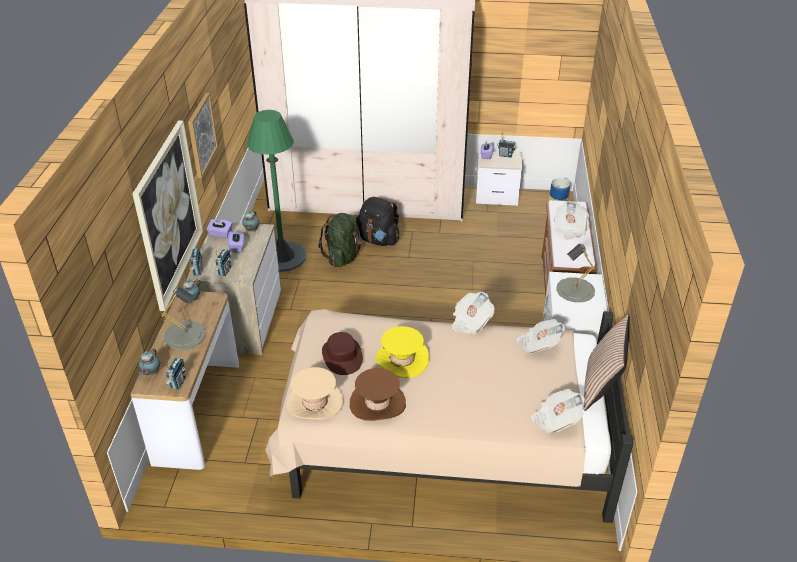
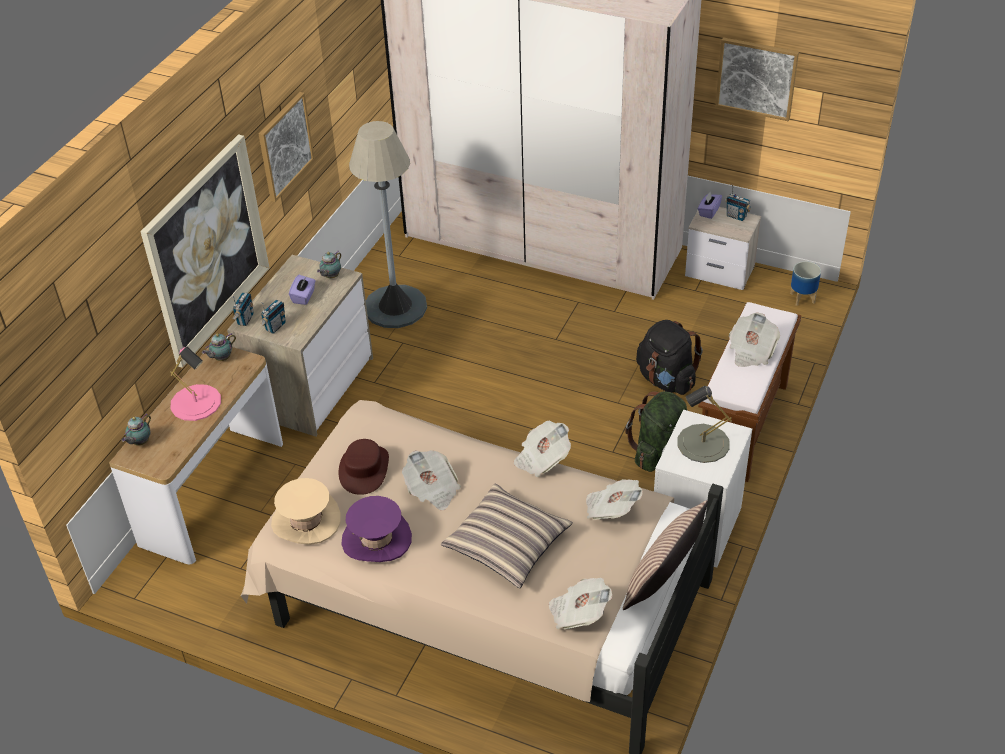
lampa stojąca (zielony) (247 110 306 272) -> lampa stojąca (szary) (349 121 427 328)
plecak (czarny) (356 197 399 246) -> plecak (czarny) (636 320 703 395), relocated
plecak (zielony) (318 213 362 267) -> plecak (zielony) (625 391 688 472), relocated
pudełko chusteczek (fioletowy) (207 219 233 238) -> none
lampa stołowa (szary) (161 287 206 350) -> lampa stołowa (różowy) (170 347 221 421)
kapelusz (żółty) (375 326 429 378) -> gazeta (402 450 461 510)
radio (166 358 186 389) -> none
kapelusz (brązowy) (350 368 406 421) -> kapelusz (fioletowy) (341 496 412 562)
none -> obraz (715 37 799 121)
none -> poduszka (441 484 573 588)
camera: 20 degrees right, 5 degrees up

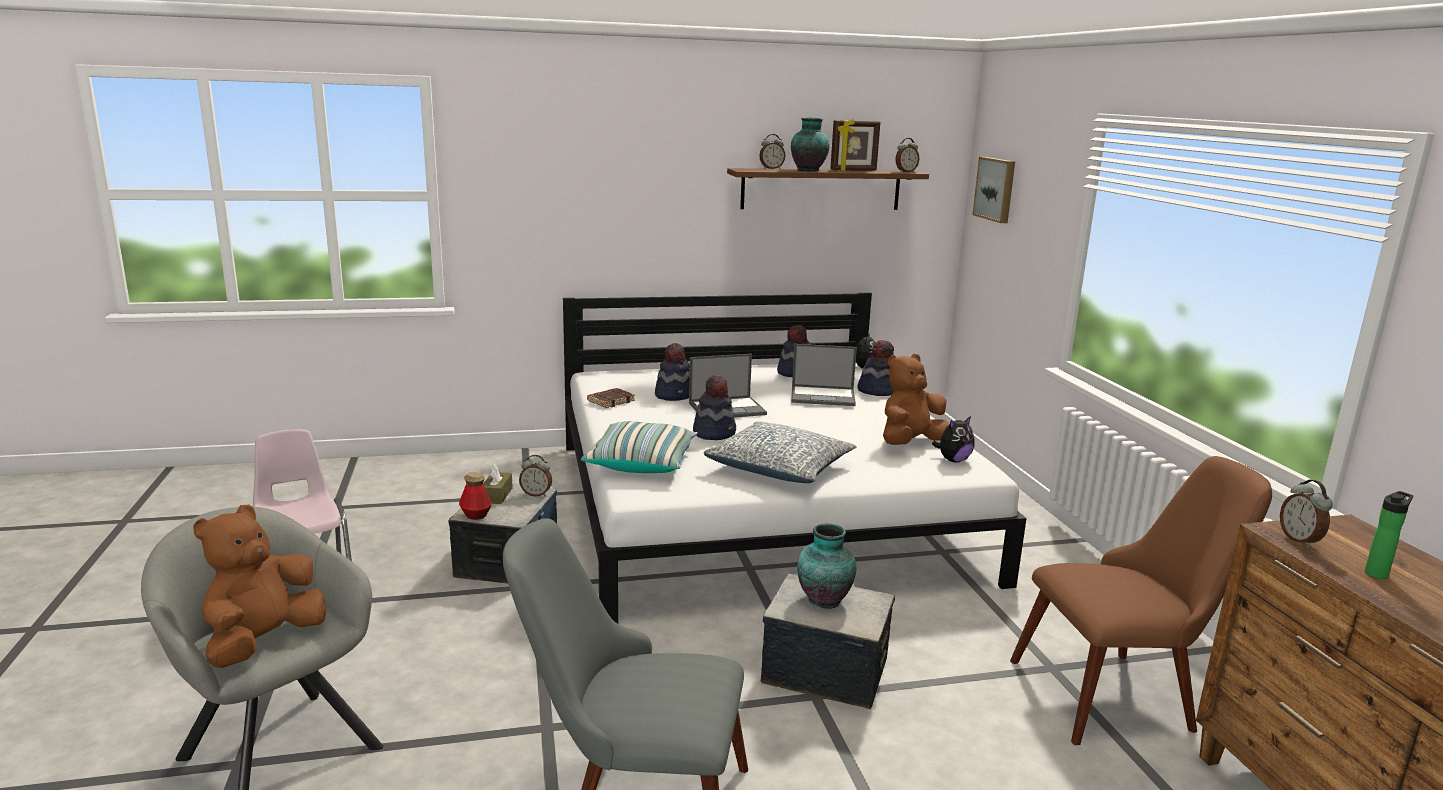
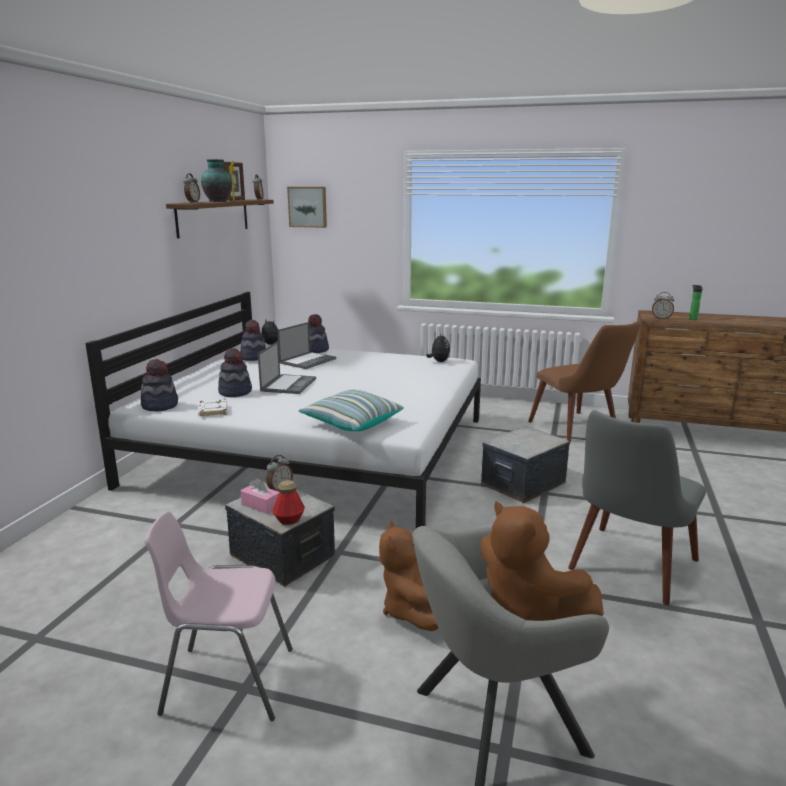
pluszak (brązowy) (883 354 949 445) -> pluszak (brązowy) (379 521 439 631), relocated
kapelusz (693 375 736 440) -> kapelusz (141 359 178 412), relocated
książka (brązowy) (587 388 635 408) -> książka (biały) (198 399 228 417)
poduszka (704 422 857 483) -> none
krzesło (brązowy) (1010 456 1272 745) -> krzesło (brązowy) (528 321 640 442), 135 degrees clockwise
pudełko chusteczek (brązowy) (483 465 513 504) -> pudełko chusteczek (różowy) (241 478 279 514)
wazon (797 523 856 609) -> none
camera: 60 degrees left, 0 degrees up

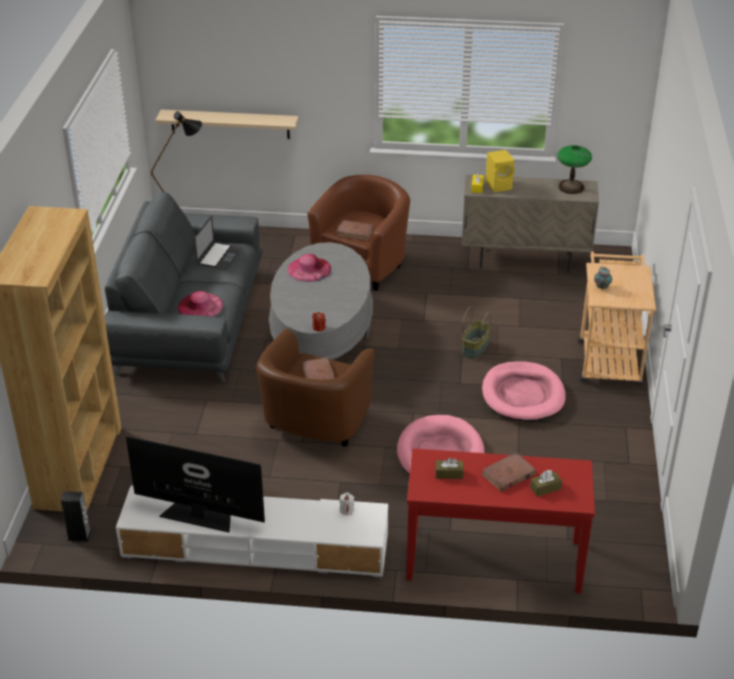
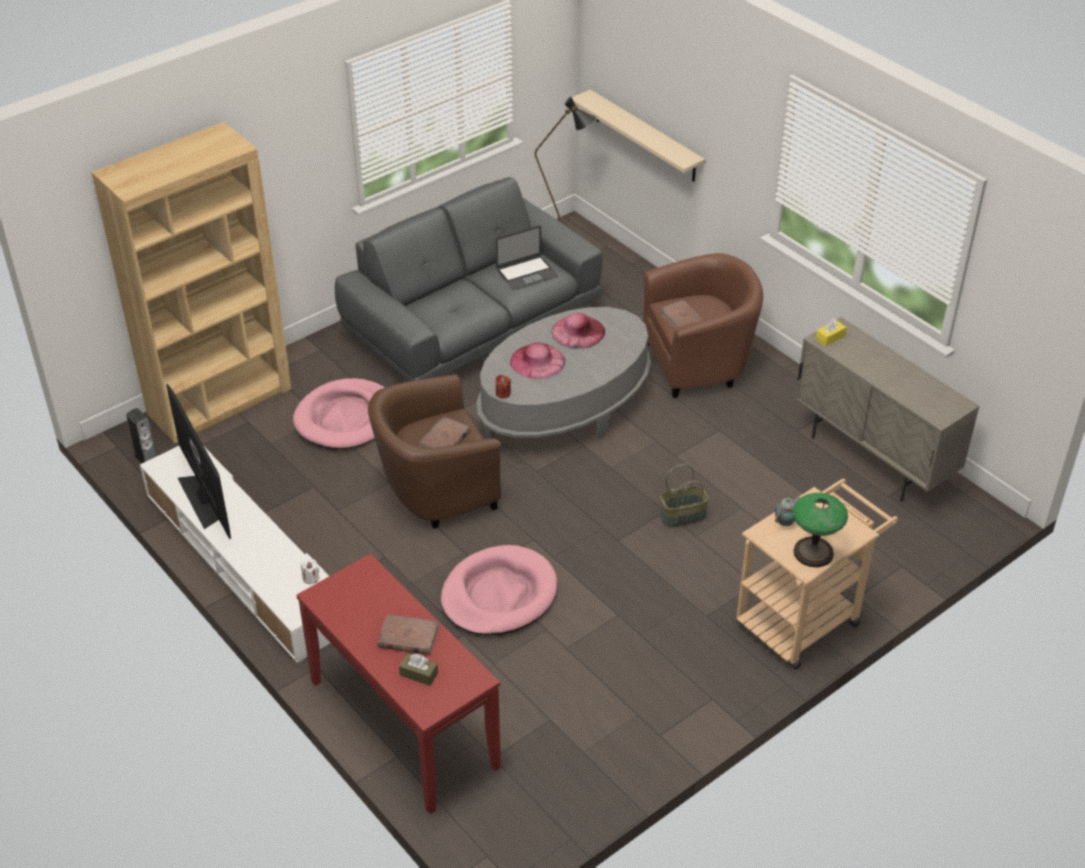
lampa stołowa (557 145 592 194) -> lampa stołowa (793 493 848 568), relocated
głośnik (żółty) (485 150 515 192) -> none
kapelusz (różowy) (178 291 223 316) -> kapelusz (różowy) (510 342 565 379), relocated
legowisko (różowy) (482 361 565 421) -> legowisko (różowy) (293 378 385 449), relocated
pudełko chusteczek (brązowy) (435 457 464 479) -> none
camera: 45 degrees right, 5 degrees up

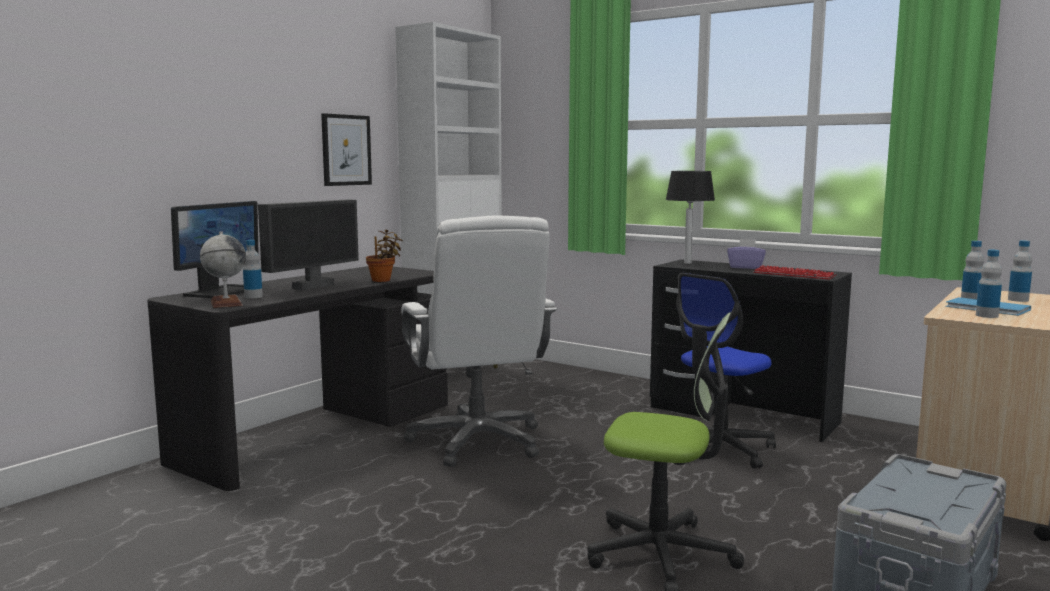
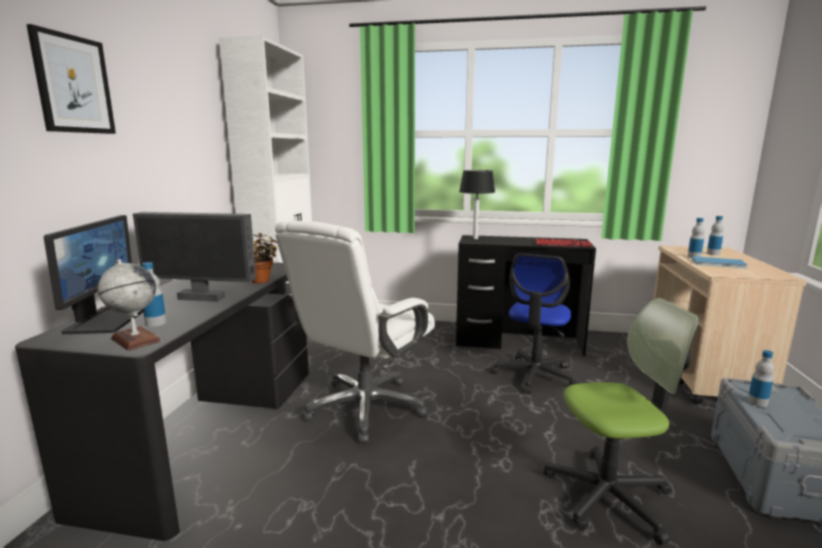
obraz (321 113 372 186) -> obraz (26 24 116 134), relocated
monitor (258 199 359 290) -> monitor (133 212 256 302), 90 degrees clockwise
krzesło biurowe (biały) (401 215 557 467) -> krzesło biurowe (biały) (275 221 435 443), 75 degrees clockwise
pudełko chusteczek (fioletowy) (727 239 766 269) -> none
butelka (976 250 1002 318) -> butelka (748 350 774 407), relocated
camera: 25 degrees left, 5 degrees up

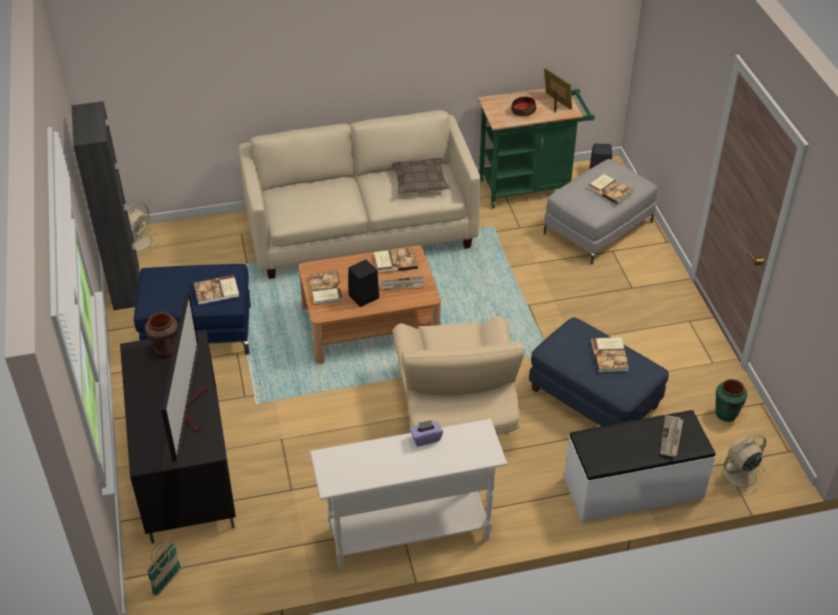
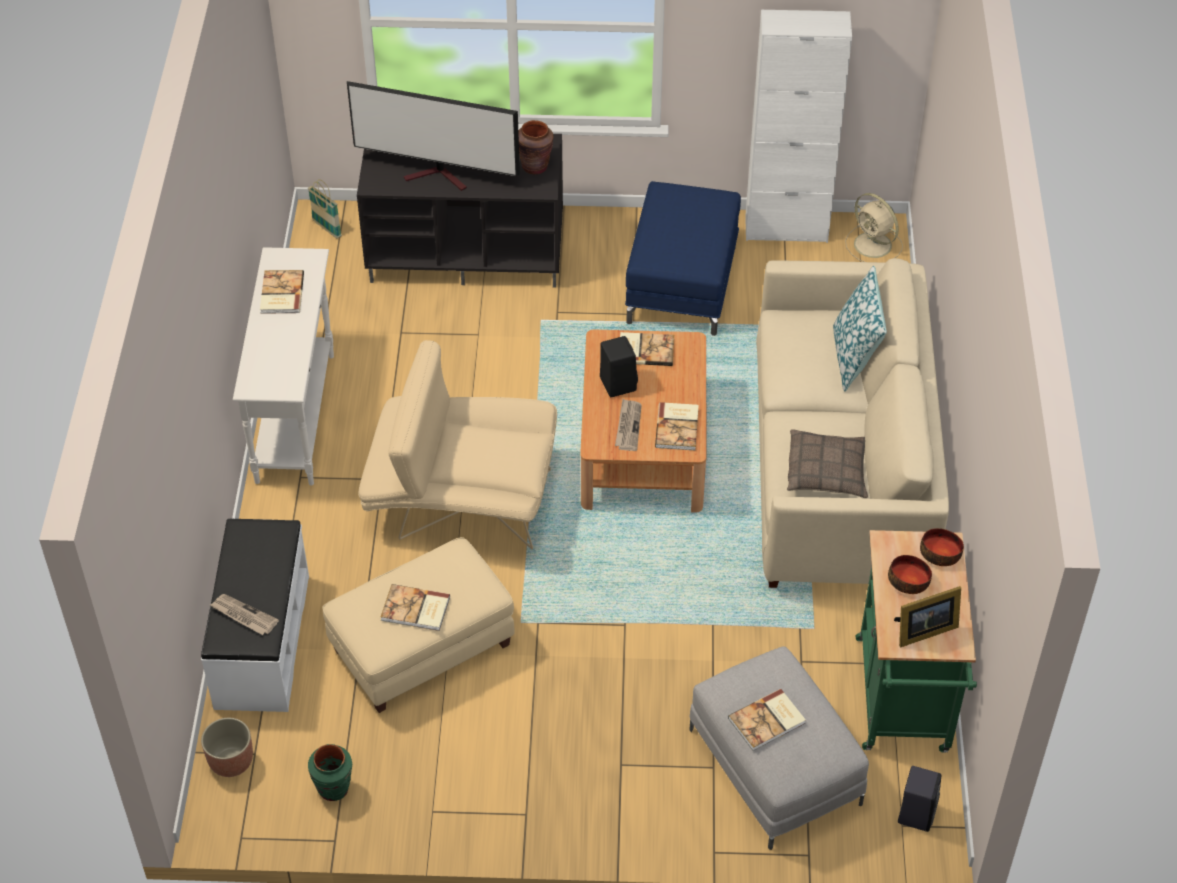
szafka (czarny) (72 101 140 310) -> szafka (biały) (745 10 852 243)
książka (194 275 239 305) -> książka (260 270 304 314), relocated
pufa (niebieski) (529 317 669 426) -> pufa (beżowy) (322 537 515 713)
pudełko chusteczek (fioletowy) (410 420 443 447) -> none
wentylator (beżowy) (713 434 766 496) -> donica (201 718 253 777)
none -> poduszka (833 266 887 392)
none -> miska (920 528 964 566)
camera: 105 degrees right, 5 degrees up

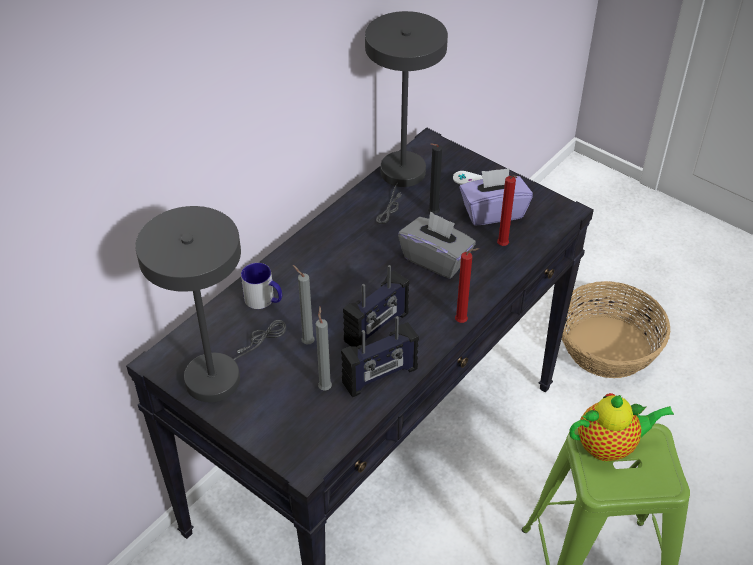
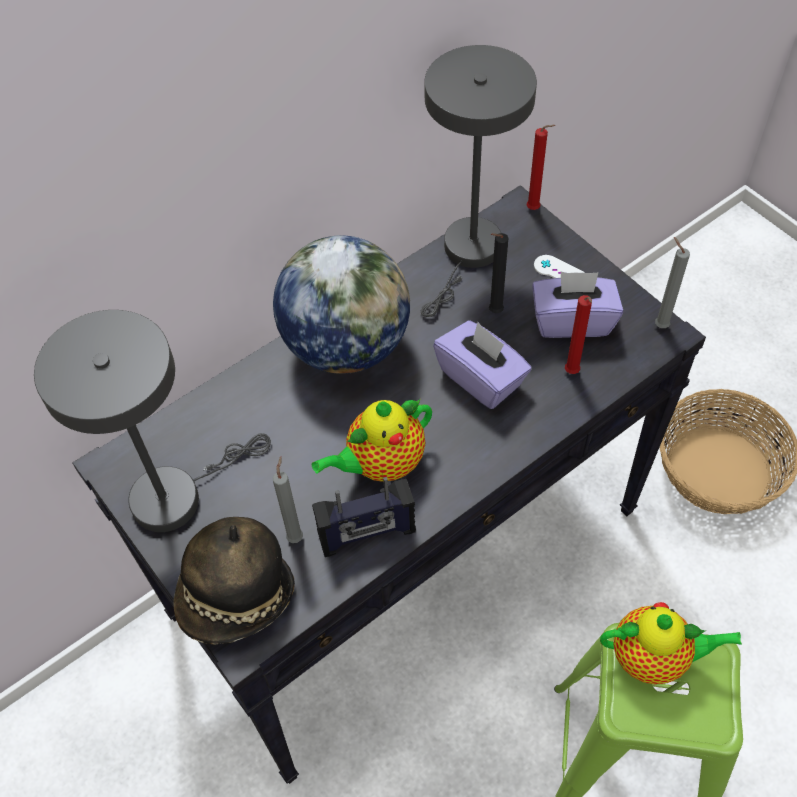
pudełko chusteczek (szary) (398 211 476 279) -> pudełko chusteczek (fioletowy) (433 320 532 409)
świeca (czerwony) (455 248 479 323) -> świeca (czerwony) (527 125 555 210), relocated
kubek (241 263 282 309) -> none
świeca (szary) (293 265 315 345) -> świeca (szary) (655 237 690 328), relocated
radio (343 265 409 347) -> imbryk (312 399 432 482)
none -> globus (273 235 410 374)
none -> kapelusz (173 517 295 645)
camera: 15 degrees right, 10 degrees up

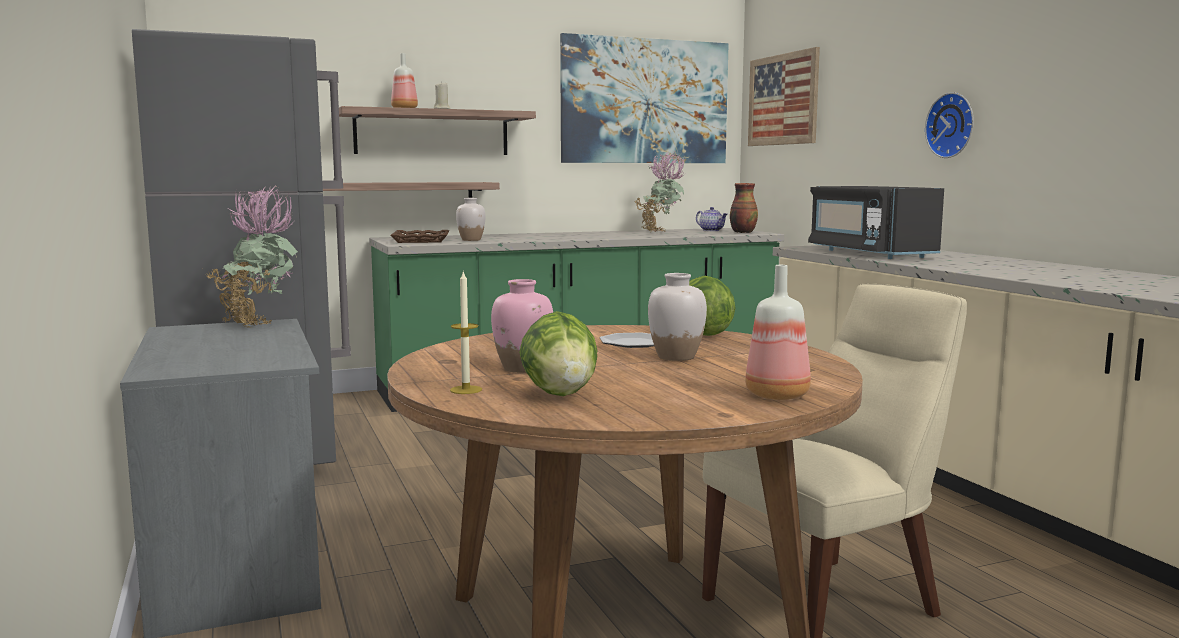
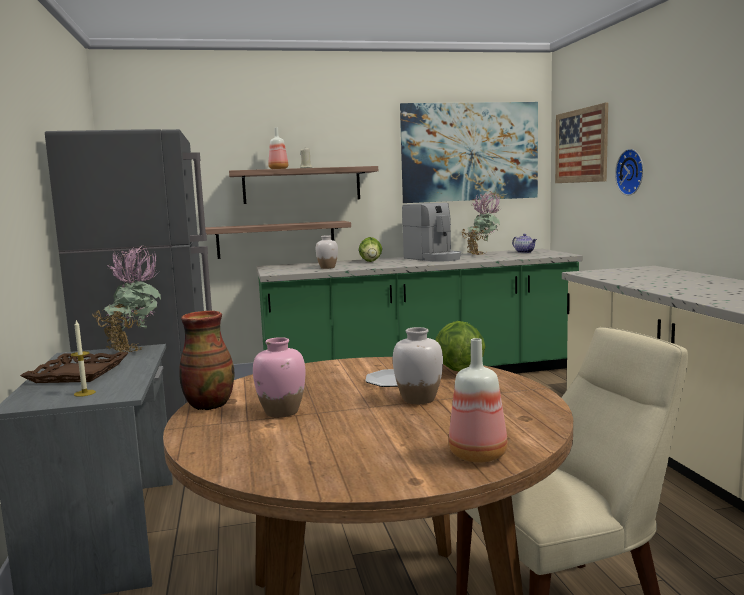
zegar ścienny (925 92 974 158) -> zegar ścienny (615 149 643 195), relocated
wazon (730 183 758 233) -> wazon (179 311 234 410), relocated
mikrofalówka (czarny) (808 186 944 259) -> none
taca (brązowy) (390 230 449 243) -> taca (brązowy) (20 352 128 383), relocated
świeca (450 270 482 394) -> świeca (71 320 96 397), relocated
sałata (519 311 597 396) -> sałata (359 237 382 262), relocated
none -> ekspres do kawy (402 203 461 262)
camera: 10 degrees right, 0 degrees up

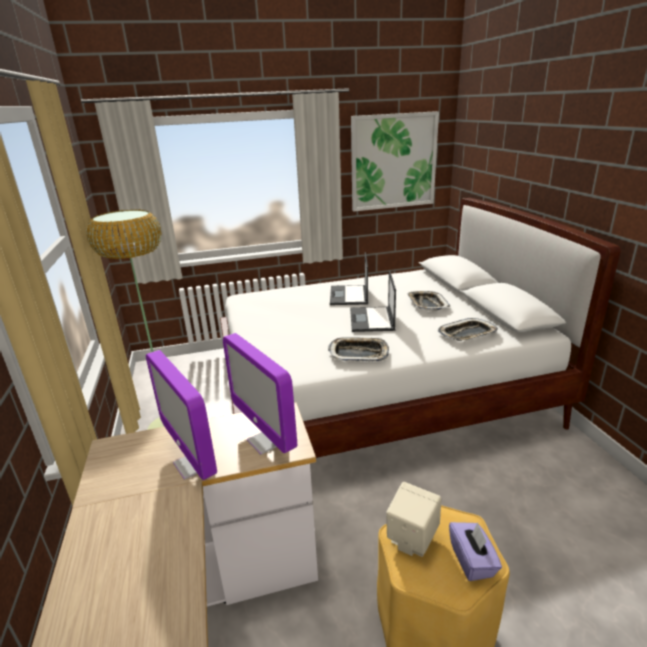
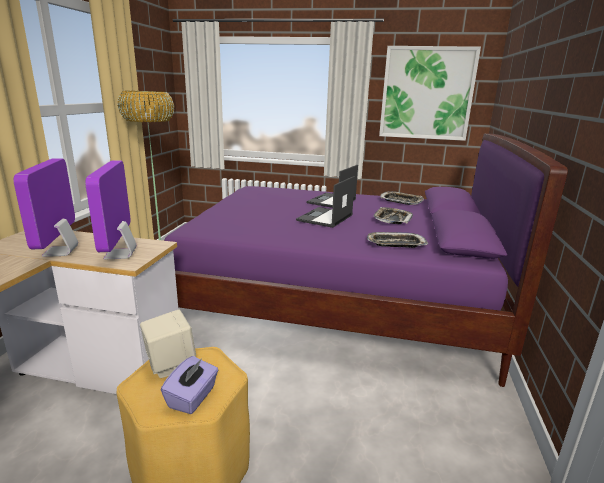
łóżko (biały) (220 198 621 458) -> łóżko (fioletowy) (164 133 568 387)
taca (328 337 389 361) -> taca (381 191 424 205), relocated
camera: 25 degrees right, 5 degrees down

